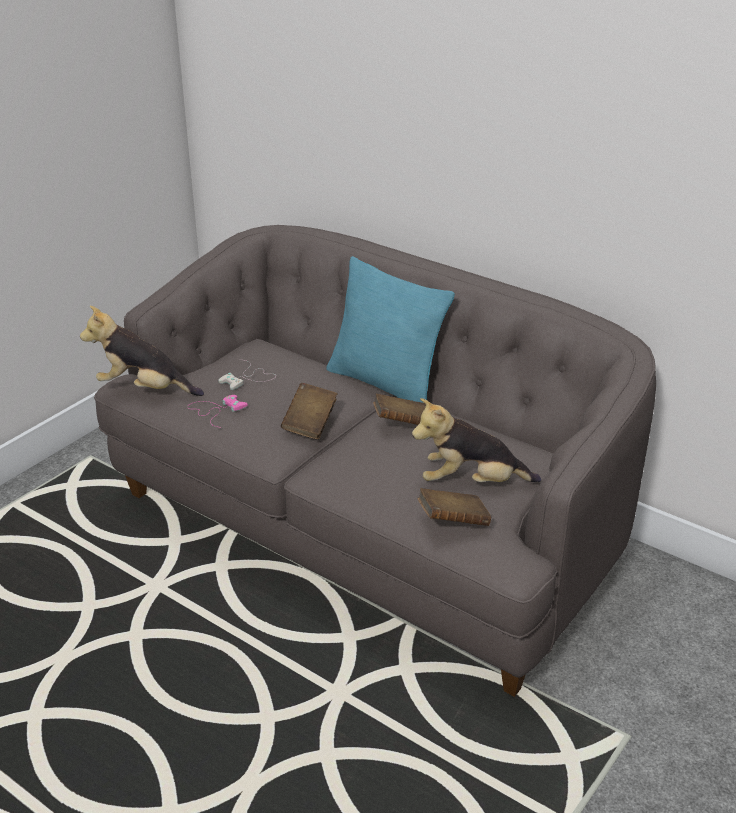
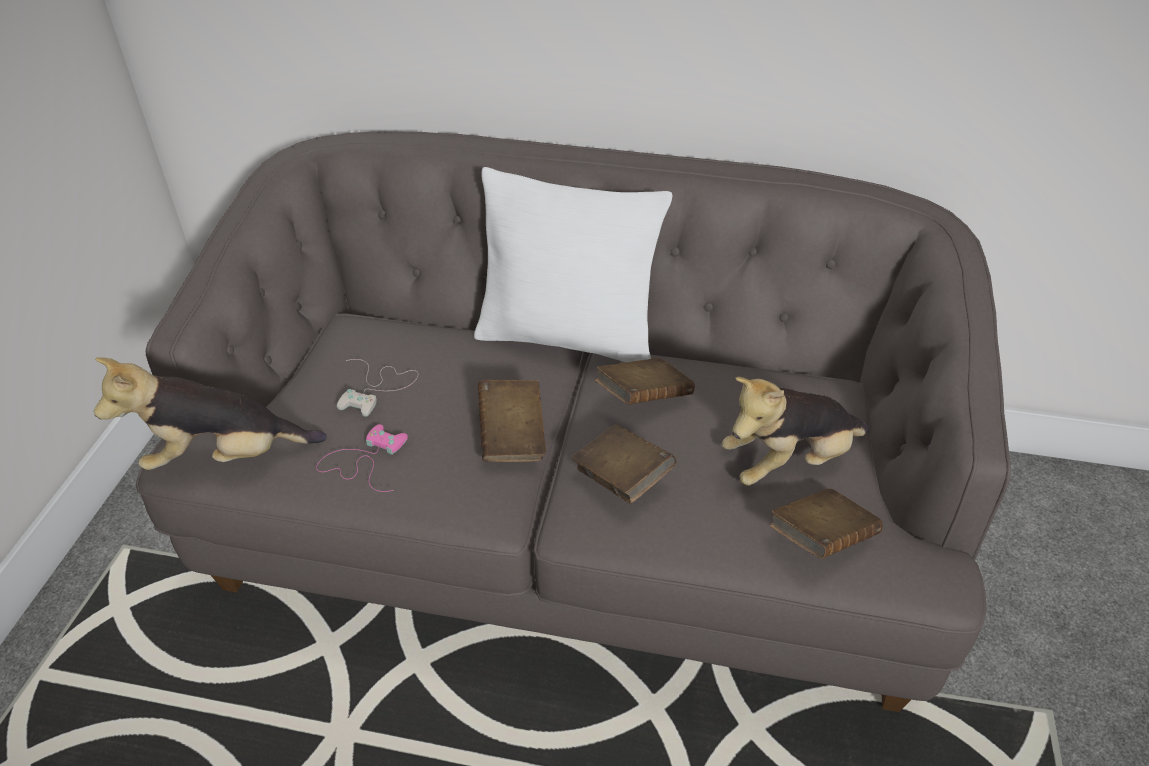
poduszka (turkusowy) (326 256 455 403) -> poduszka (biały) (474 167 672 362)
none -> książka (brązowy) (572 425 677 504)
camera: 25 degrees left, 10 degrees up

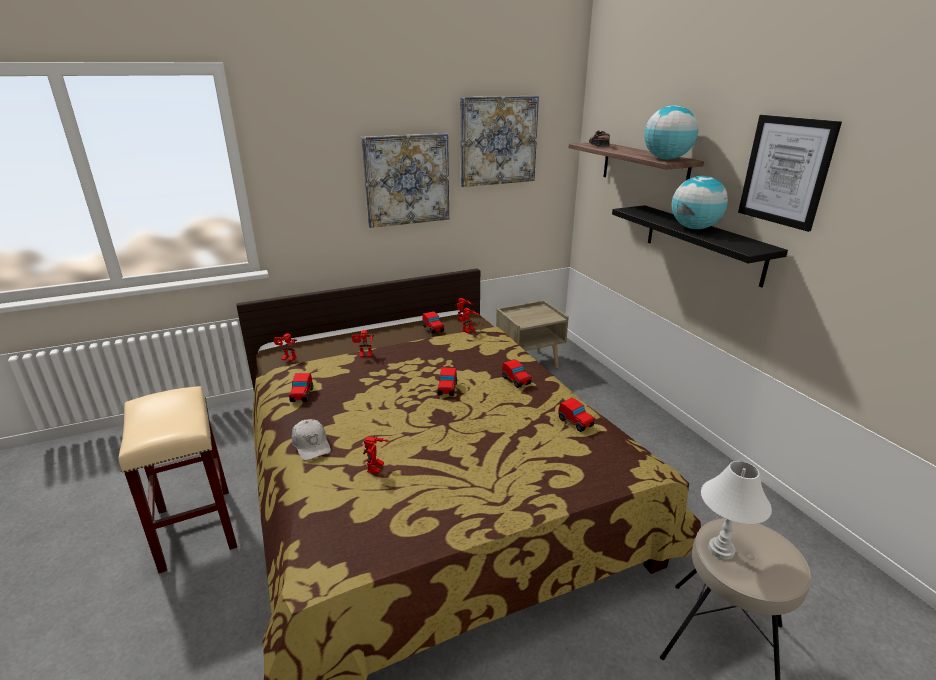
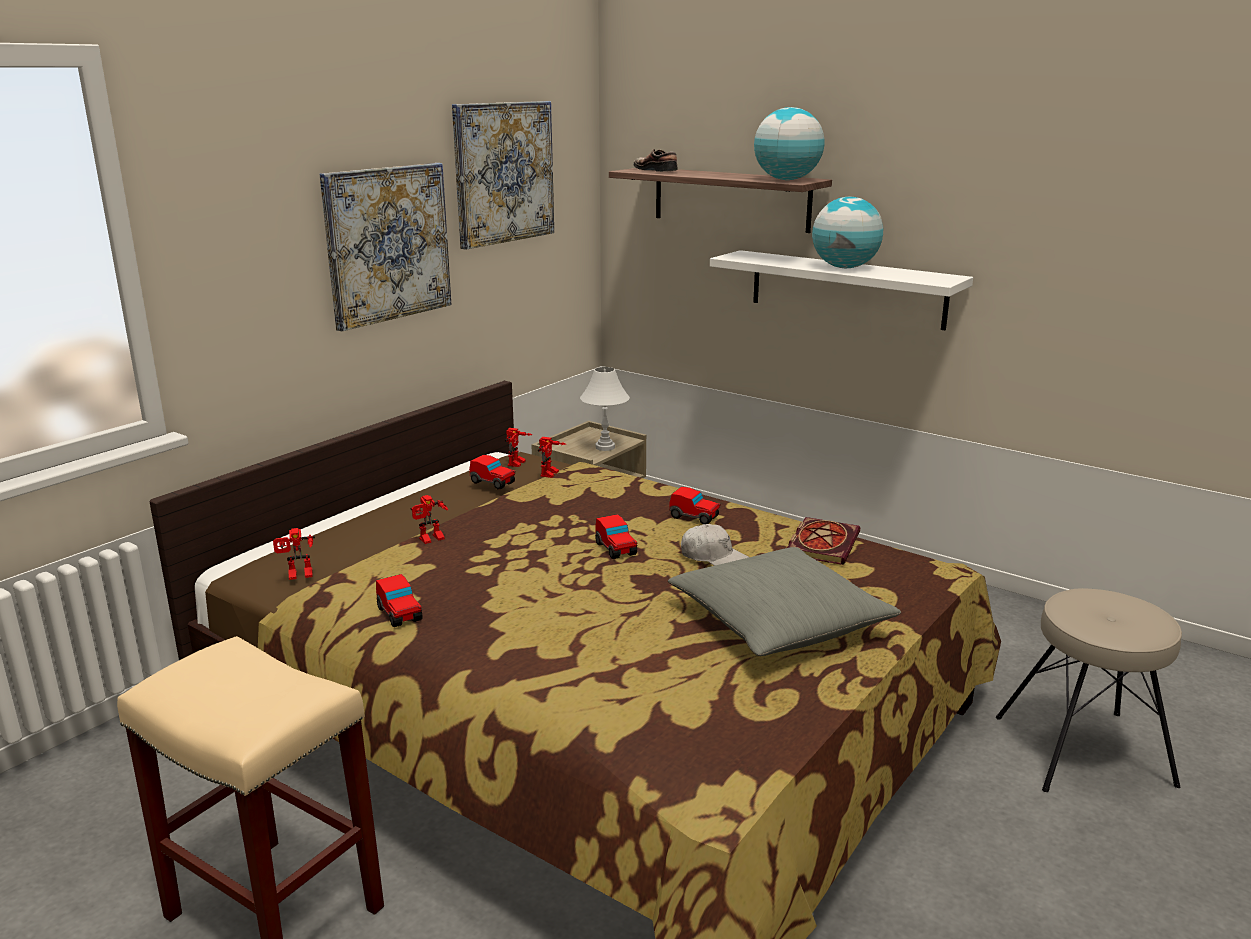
obraz (738 115 842 232) -> none
półka (czarny) (612 205 788 288) -> półka (biały) (710 250 973 330)
samochodzik (558 398 596 432) -> książka (787 517 860 565)
czapka z daszkiem (biały) (292 419 331 461) -> czapka z daszkiem (biały) (681 524 749 566), relocated
robot zabawkowy (363 436 389 474) -> none
lampa stołowa (biały) (701 461 772 560) -> lampa stołowa (biały) (580 367 630 451), relocated
none -> poduszka (szary) (668 547 901 656)
camera: 30 degrees left, 5 degrees down

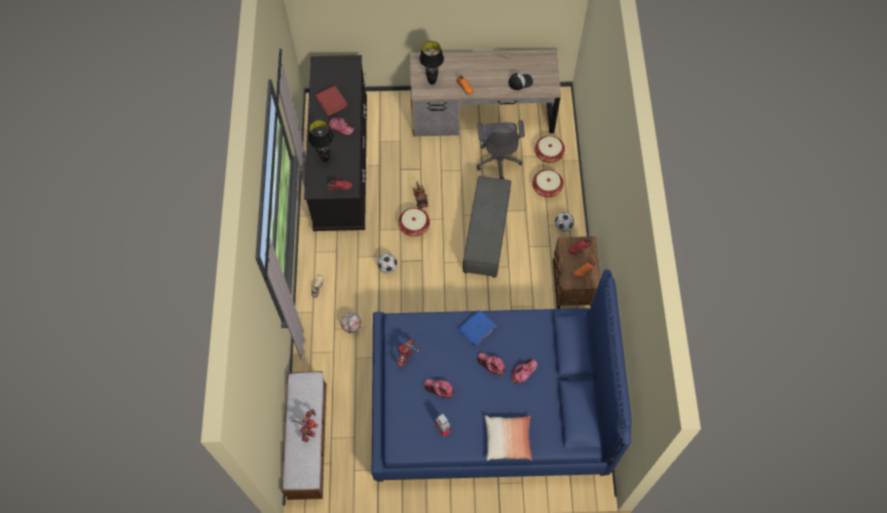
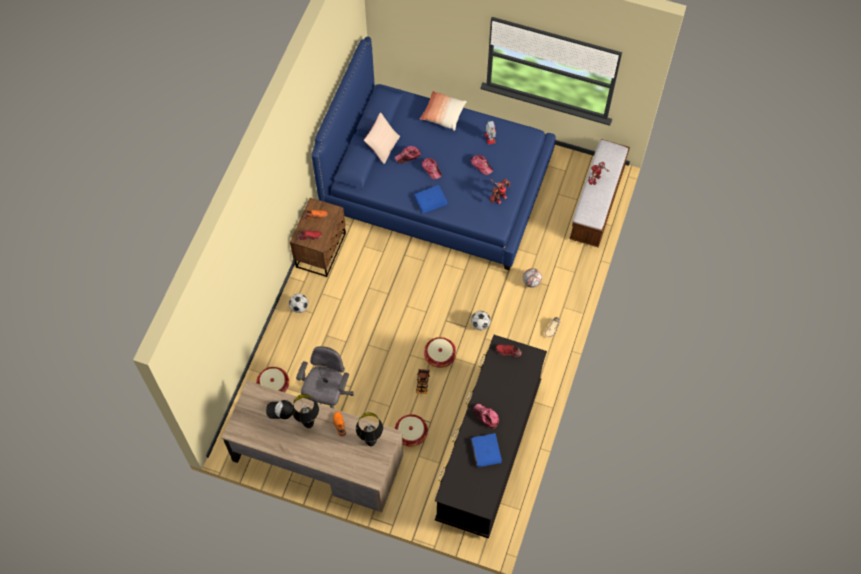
książka (czerwony) (316 86 348 116) -> książka (niebieski) (471 433 502 467)
lampa stołowa (czarny) (308 120 334 162) -> lampa stołowa (czarny) (292 394 319 428), relocated
koszyk (532 169 563 197) -> koszyk (395 414 428 447), relocated
pufa (szary) (463 176 511 278) -> none
none -> poduszka (beżowy) (364 112 400 164)
camera: 160 degrees left, 0 degrees up

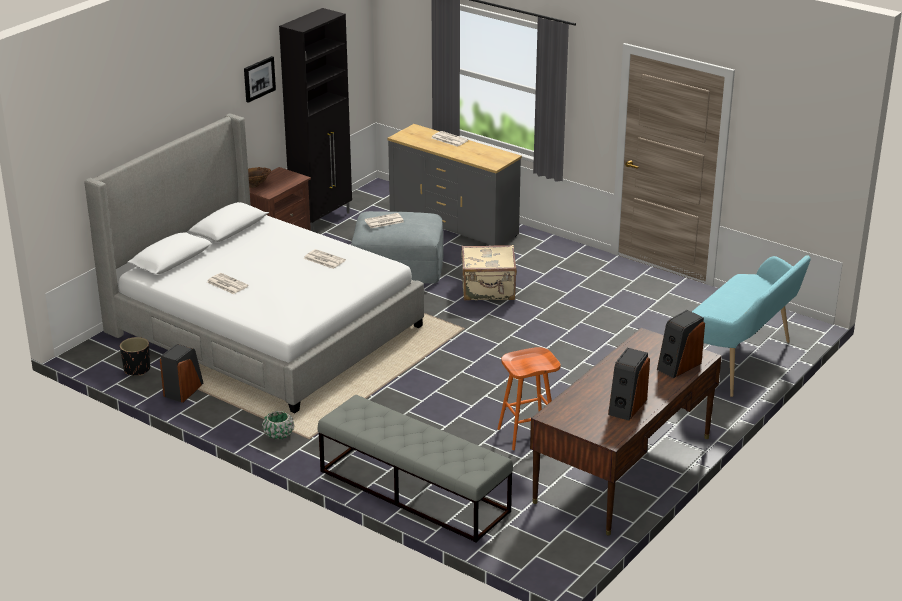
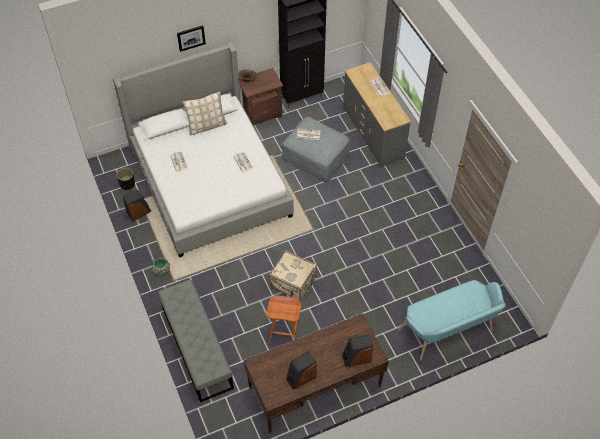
obraz (244 56 276 103) -> obraz (177 25 206 52), relocated
walizka (beżowy) (461 245 517 301) -> walizka (beżowy) (269 250 317 301), relocated
none -> poduszka (beżowy) (182 91 227 135)
camera: 30 degrees right, 25 degrees up

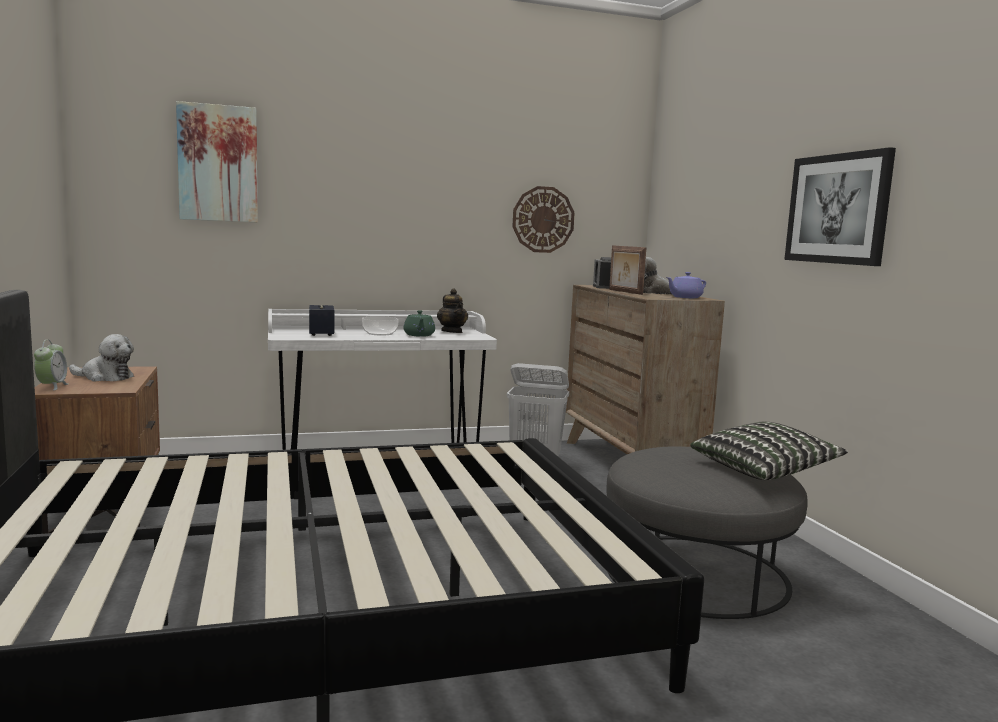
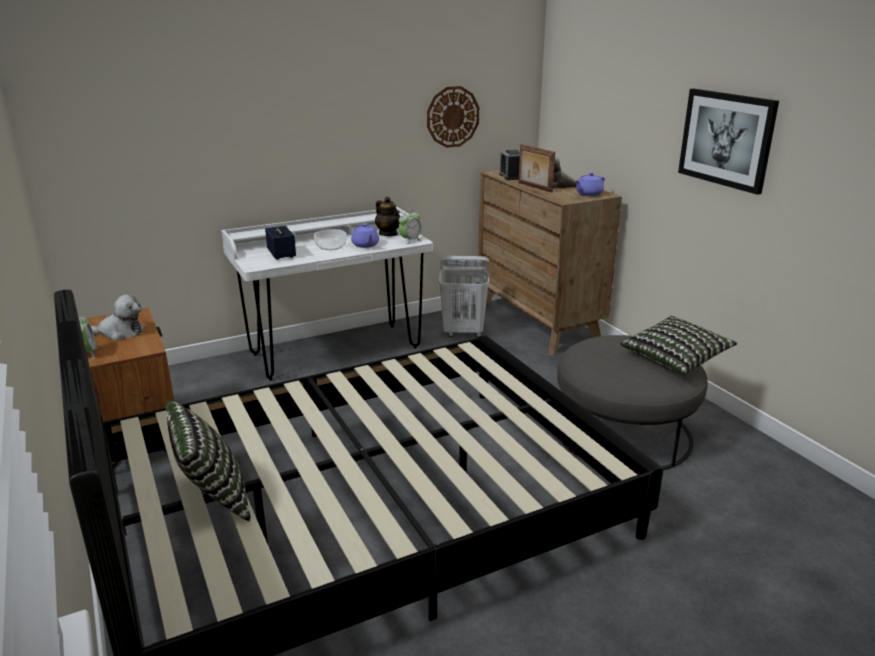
obraz (176 101 258 222) -> none
imbryk (zielony) (403 310 435 337) -> imbryk (fioletowy) (351 223 379 248)
none -> budzik (399 210 422 244)
none -> poduszka (166 400 251 522)
camera: 10 degrees left, 15 degrees up

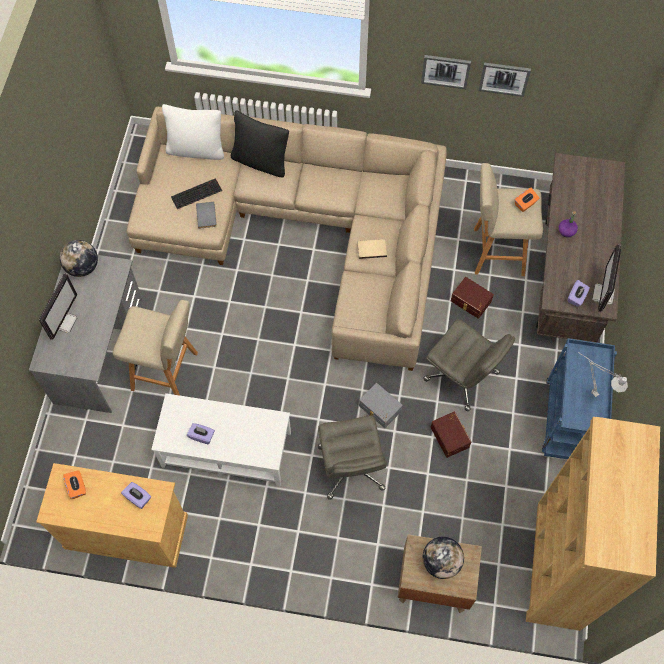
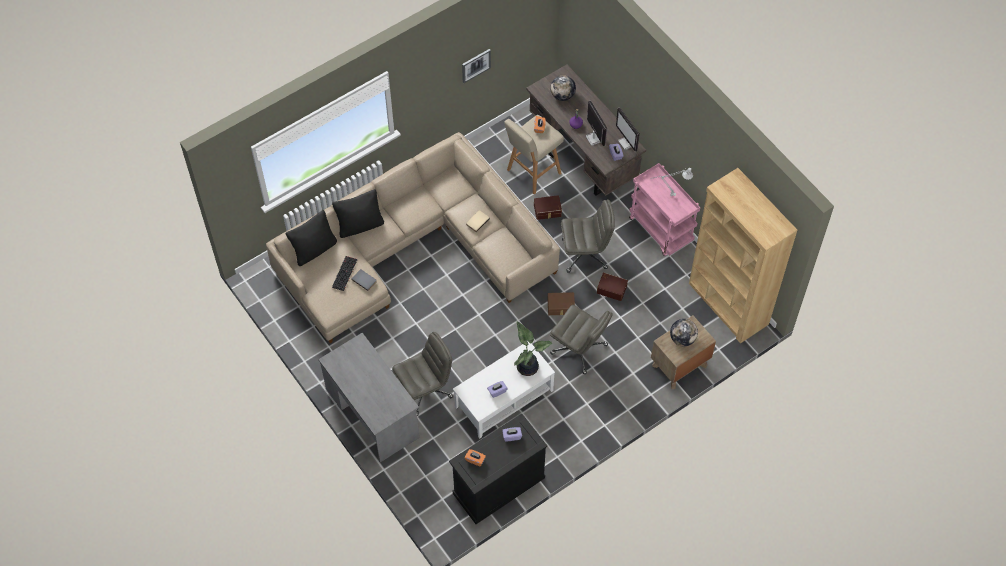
obraz (421 55 471 89) -> none
poduszka (biały) (162 104 224 160) -> poduszka (czarny) (285 210 337 266)
globus (60 240 98 277) -> globus (550 75 576 101), relocated
monitor (39 273 77 340) -> monitor (586 101 607 146), relocated
stołek (beżowy) (113 300 198 395) -> krzesło biurowe (szary) (392 332 453 416)
wózek (niebieski) (542 338 617 459) -> wózek (różowy) (629 163 700 256)
pojemnik do przechowywania (szary) (359 383 403 428) -> pojemnik do przechowywania (brązowy) (547 292 575 315)
szafka (beżowy) (36 463 188 568) -> szafka (czarny) (449 414 547 524)
none -> roślina doniczkowa (514 322 552 376)
camera: 45 degrees left, 5 degrees down

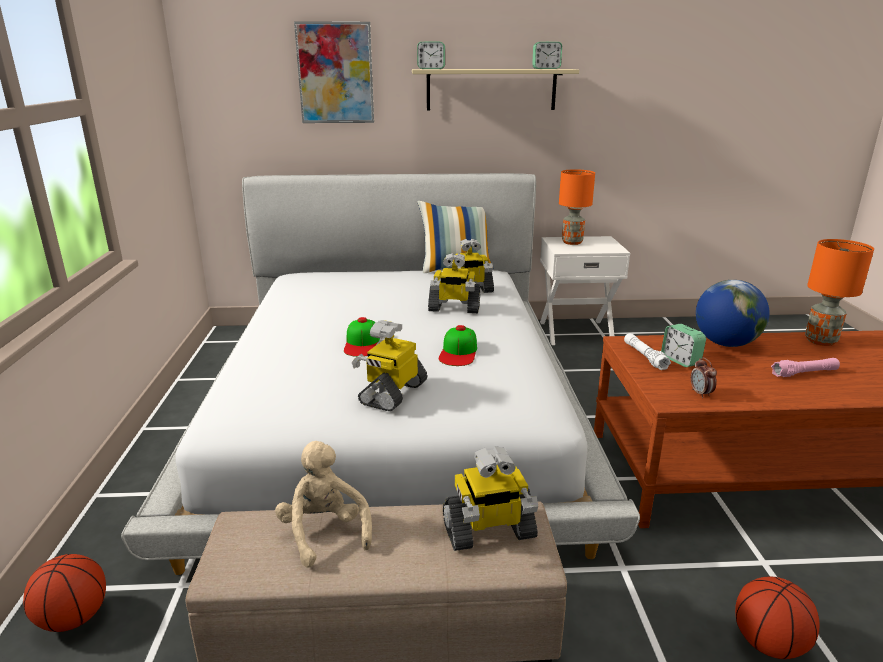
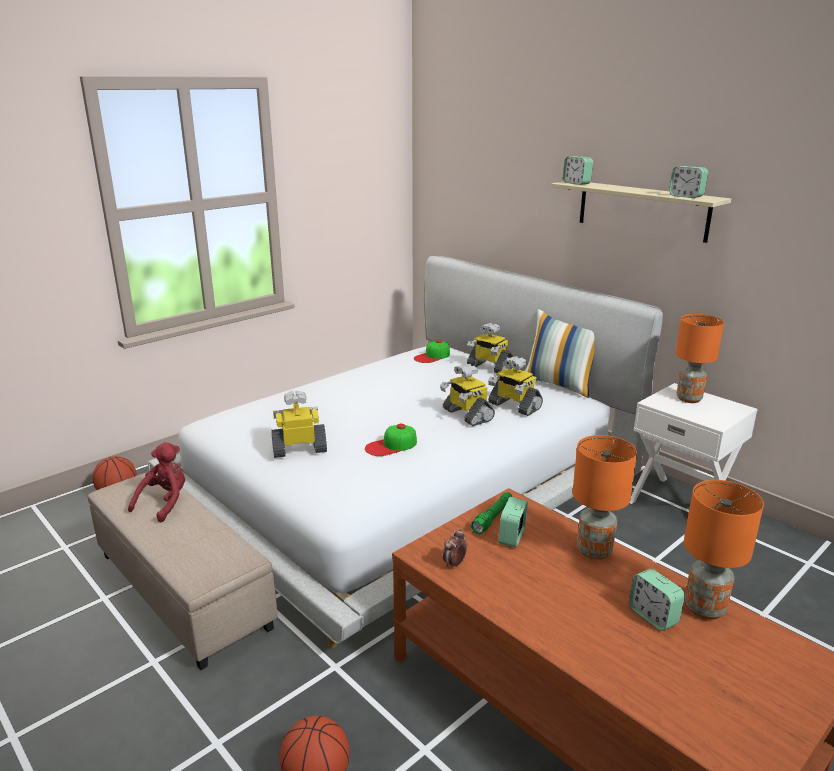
obraz (294 21 374 123) -> none
globus (696 280 770 347) -> lampa stołowa (pomarańczowy) (573 435 637 560)
czapka z daszkiem (344 317 380 357) -> czapka z daszkiem (414 339 450 363), relocated
latarka (biały) (624 333 671 370) -> latarka (zielony) (470 492 513 535)
latarka (różowy) (771 358 840 377) -> none
pluszak (beżowy) (275 441 372 568) -> pluszak (czerwony) (128 442 185 522)
robot zabawkowy (443 446 538 551) -> robot zabawkowy (467 323 513 373), relocated
none -> budzik (629 569 685 631)
camera: 50 degrees right, 0 degrees up

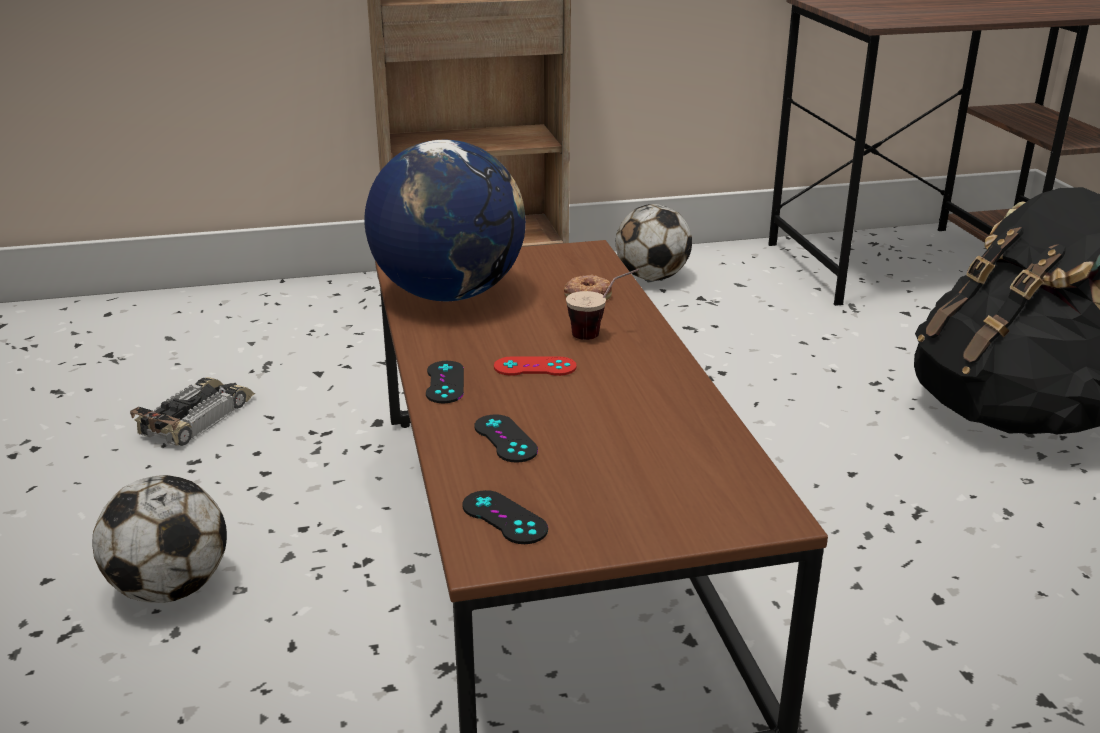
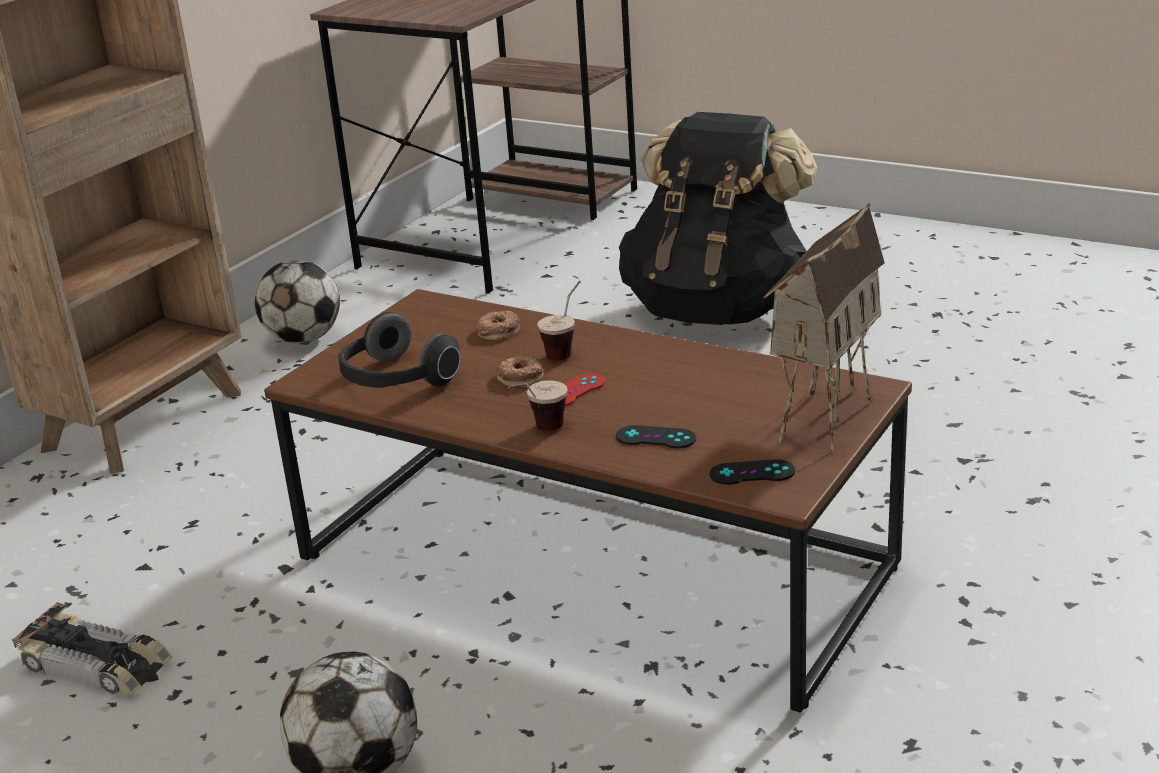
globus (364 140 526 301) -> słuchawki (338 312 461 388)
pad do gier (czarny) (426 361 464 403) -> filiżanka (508 381 567 431)
samochodzik (130 377 255 446) -> samochodzik (12 602 174 695), 135 degrees clockwise
none -> domek (763 203 885 452)
none -> donut (497 356 543 387)
camera: 45 degrees left, 0 degrees up

